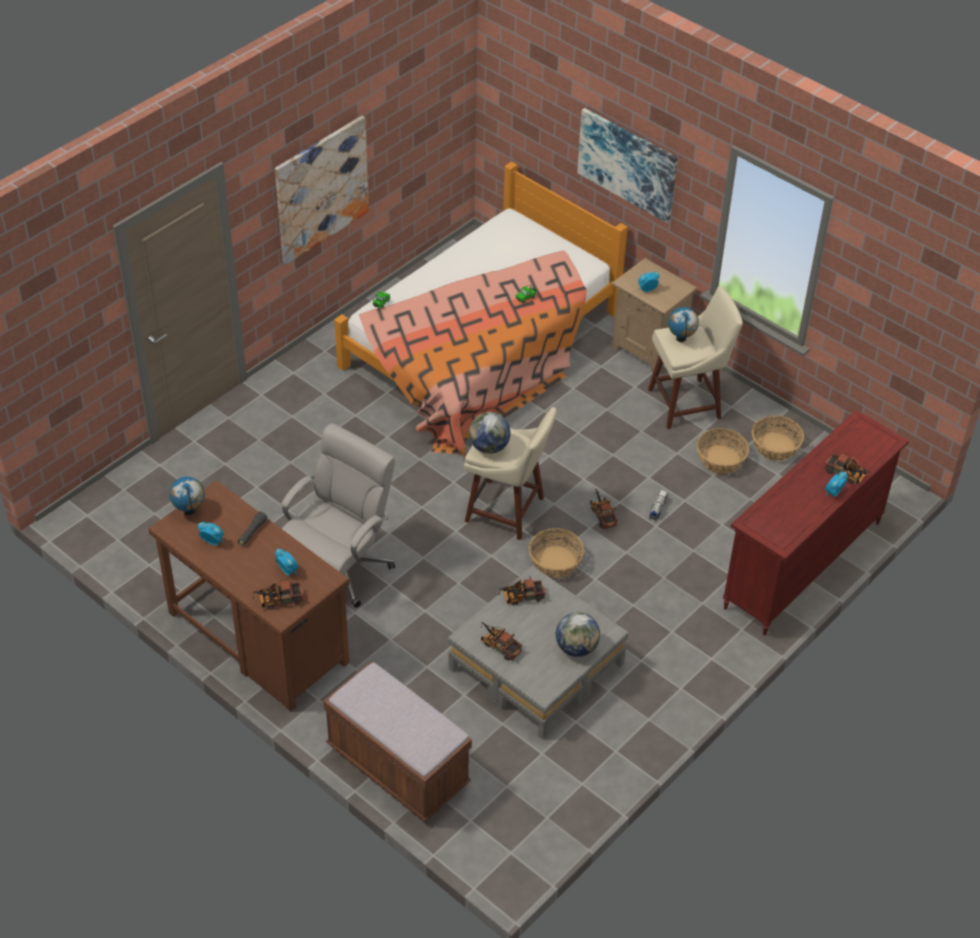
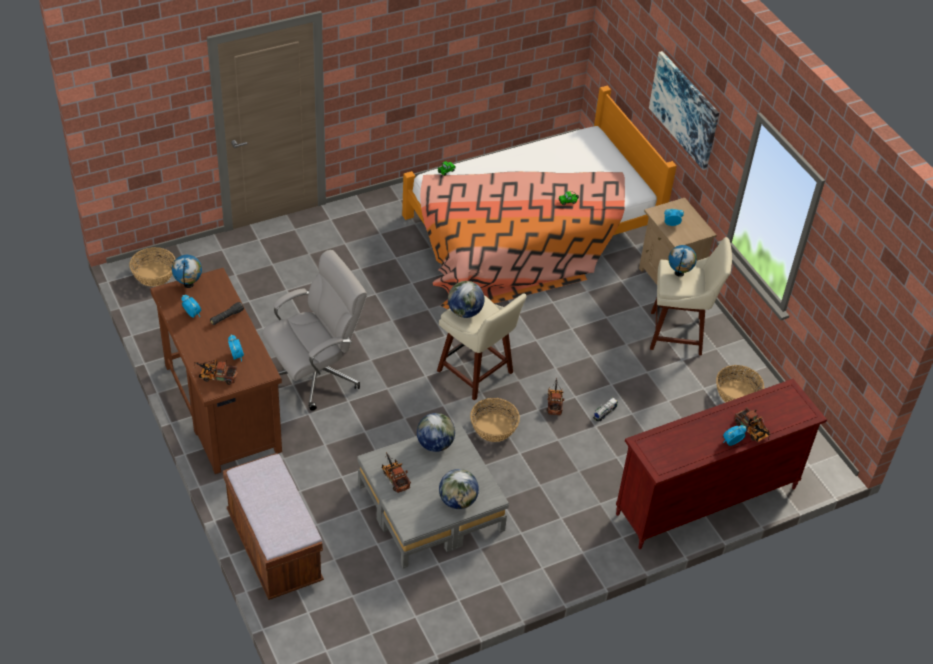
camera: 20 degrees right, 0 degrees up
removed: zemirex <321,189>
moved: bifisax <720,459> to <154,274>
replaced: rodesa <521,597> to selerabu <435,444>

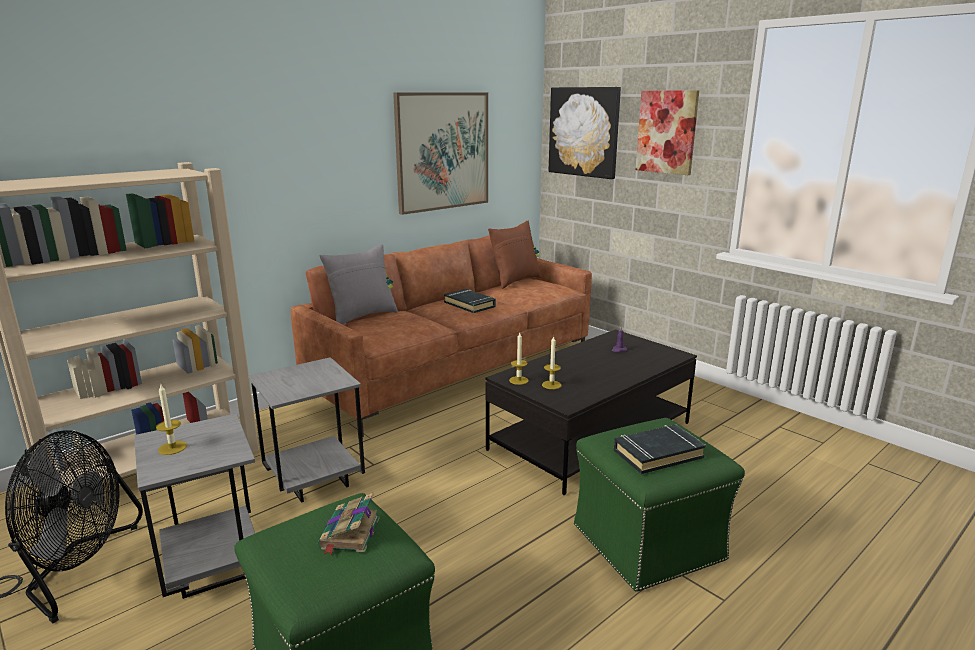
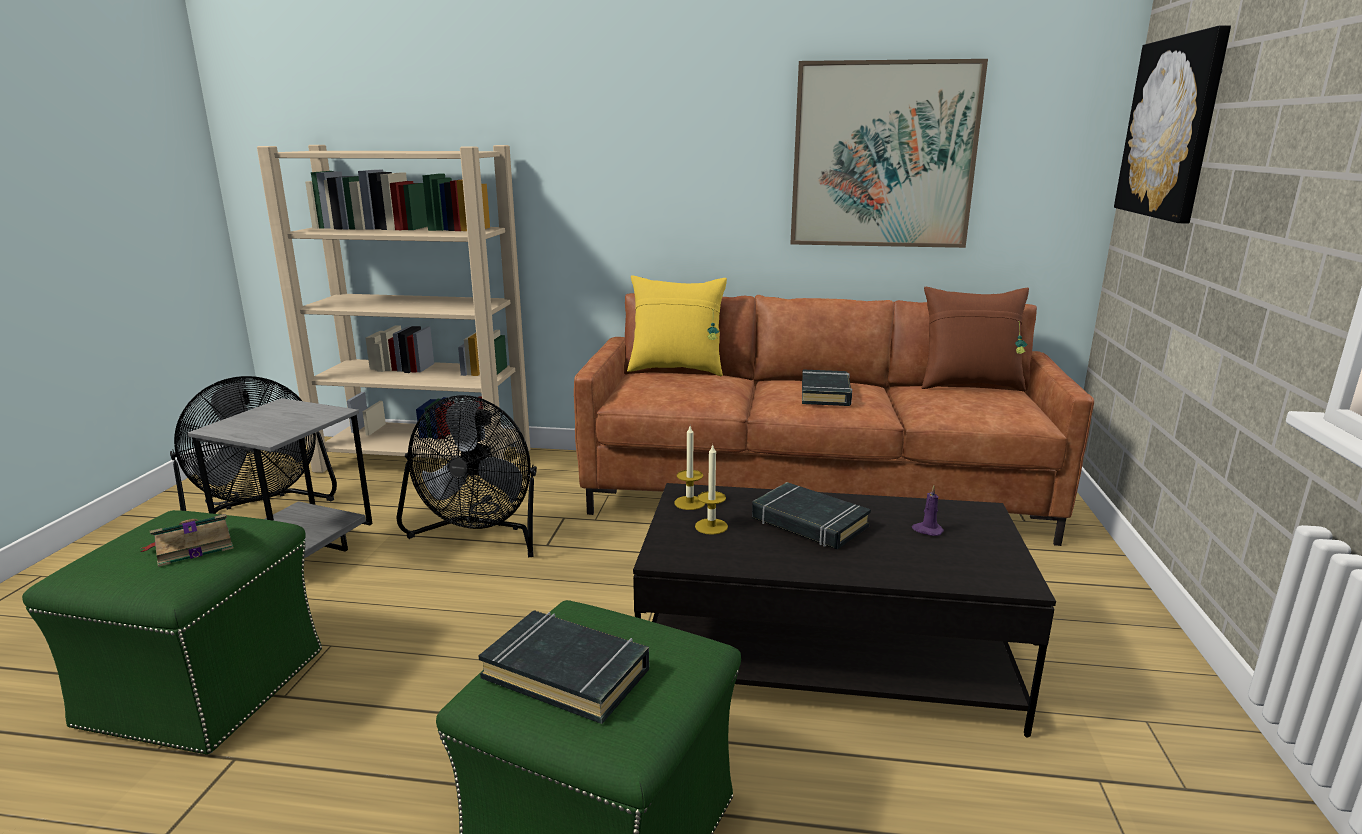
camera: 50 degrees right, 0 degrees up
removed: zemirex <666,132>; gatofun <172,448>
added: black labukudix <809,523>
replaced: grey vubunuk <314,482> to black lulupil <478,533>
recoloured: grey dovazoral <362,317> to yellow dovazoral <676,370>

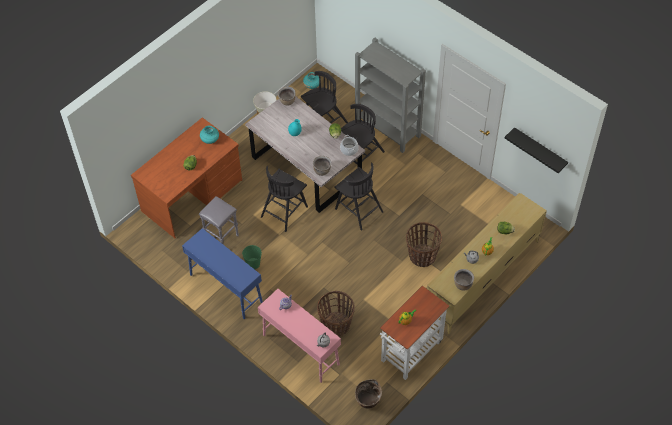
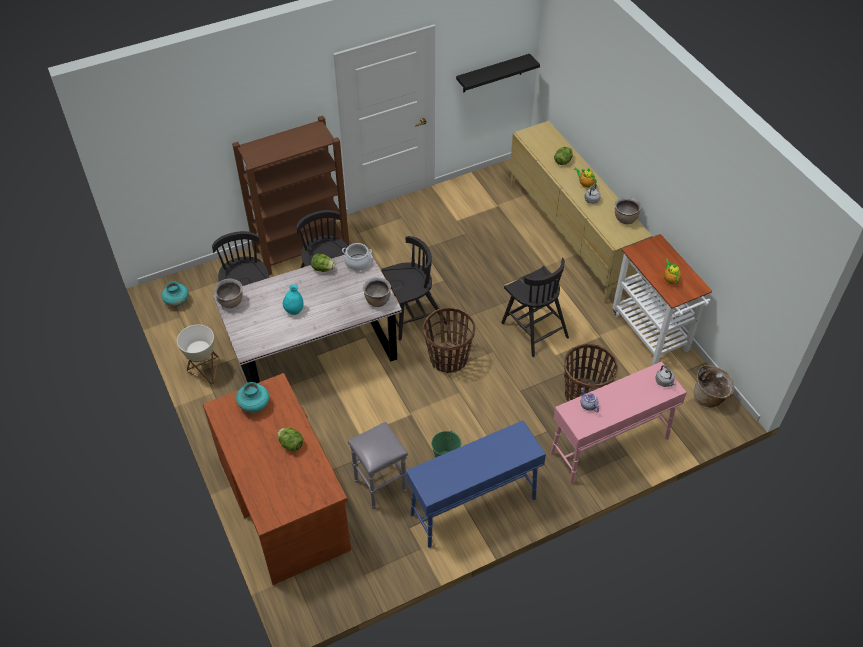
camera: 70 degrees left, 5 degrees down
moved: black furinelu <285,211> to <533,329>; bifisax <422,256> to <448,358>
recoloured: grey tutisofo <388,128> to brown tutisofo <301,248>

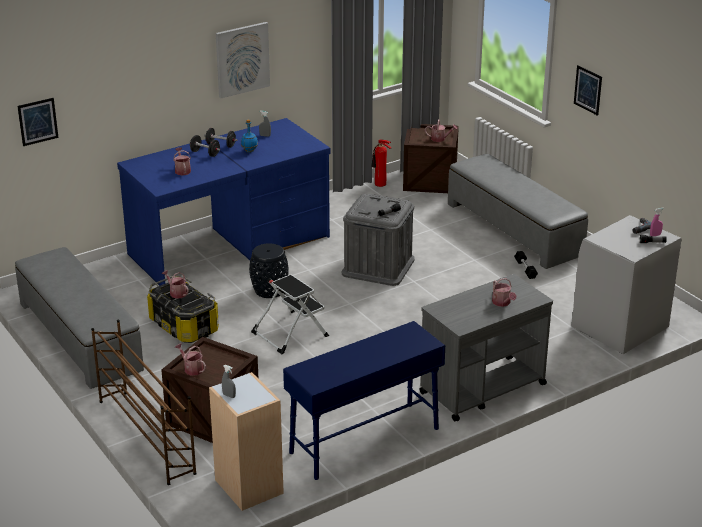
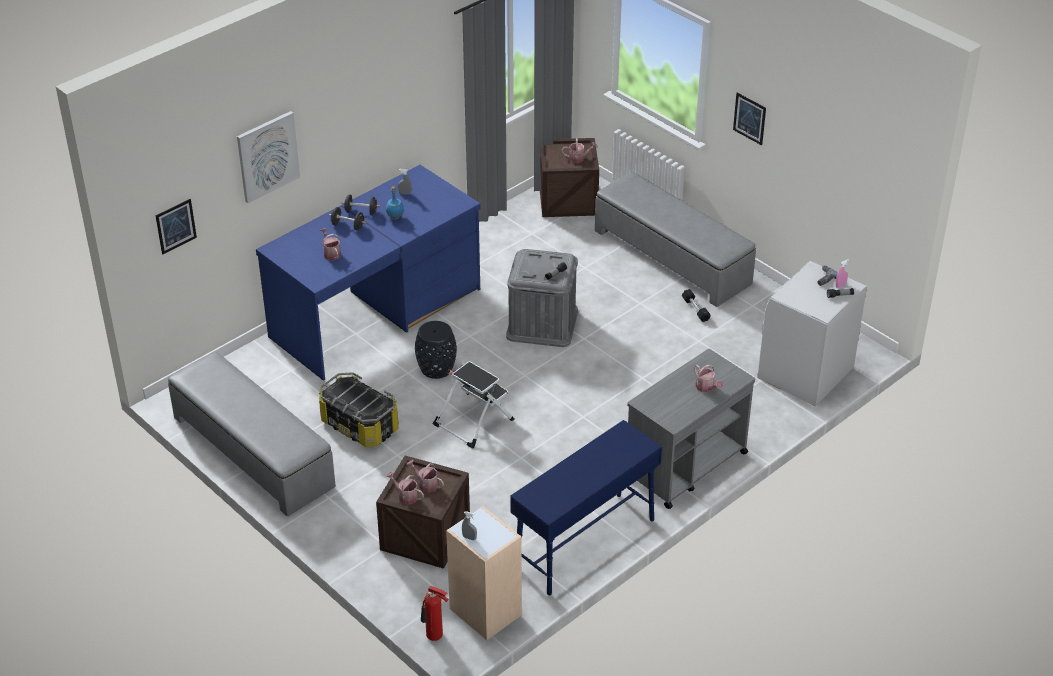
camera: 10 degrees left, 10 degrees up
removed: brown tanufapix <146,436>
moved: zemirex <242,59> to <267,156>; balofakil <380,184> to <434,636>; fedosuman <176,293> to <426,484>

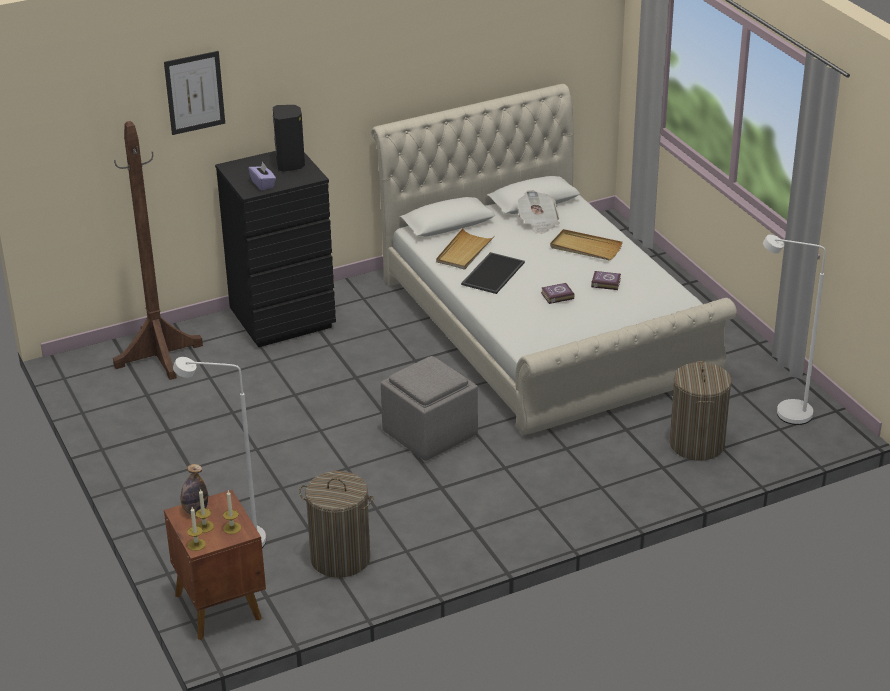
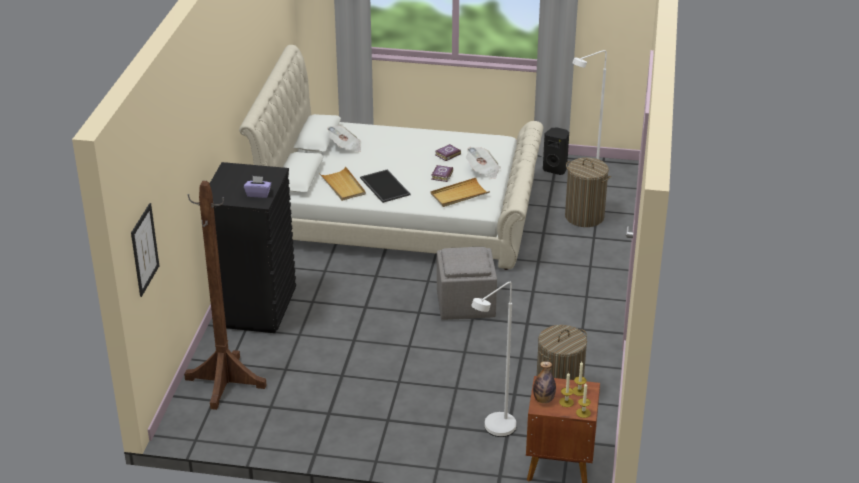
camera: 55 degrees left, 0 degrees up
added: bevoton <483,171>
moved: zemirex <194,92> to <144,249>; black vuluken <290,164> to <555,169>; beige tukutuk <585,248> to <459,194>

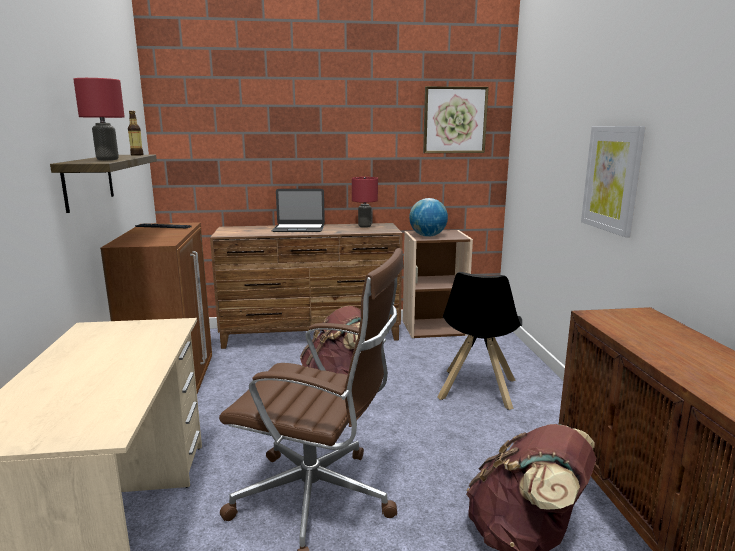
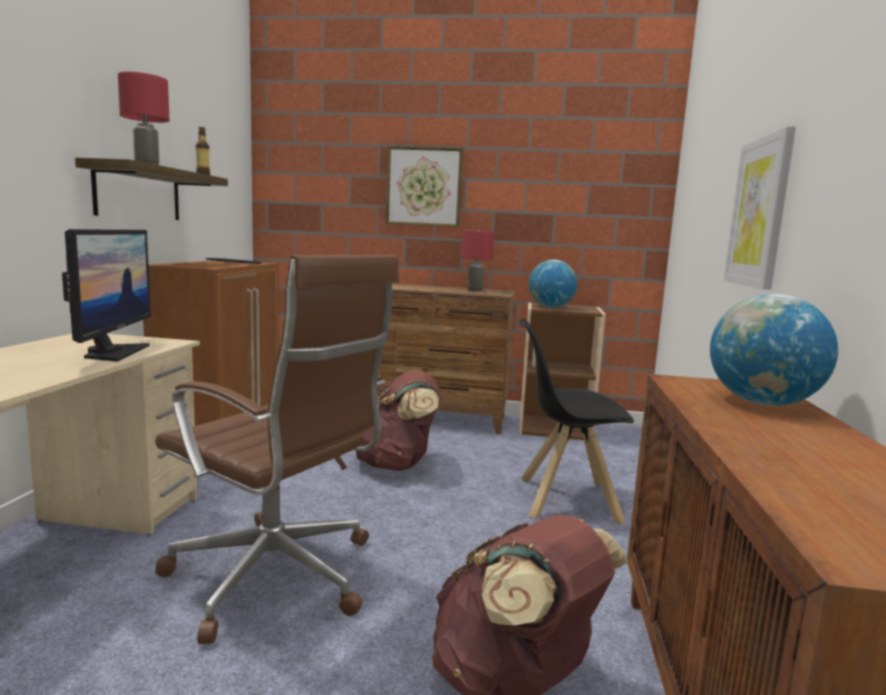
camera: 15 degrees right, 5 degrees down
removed: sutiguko <298,228>
added: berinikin <113,352>; selerabu <762,403>
moved: zemirex <454,120> to <424,187>
turned: black furinelu <476,390> = <564,499> 60 degrees clockwise

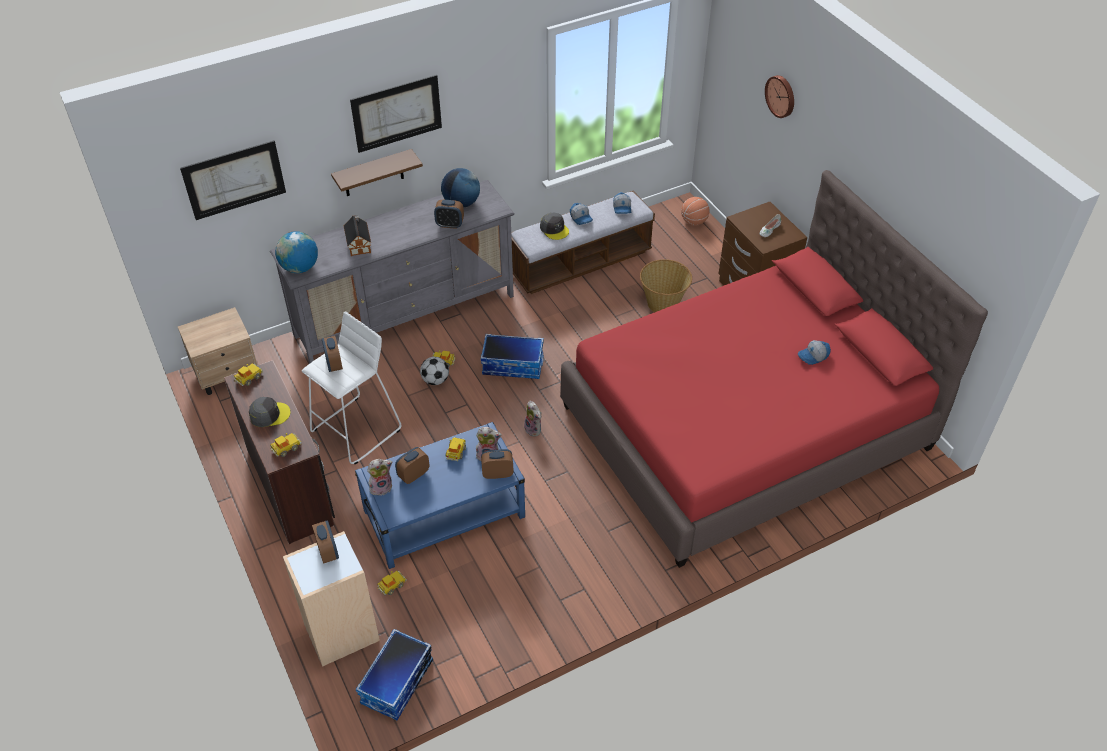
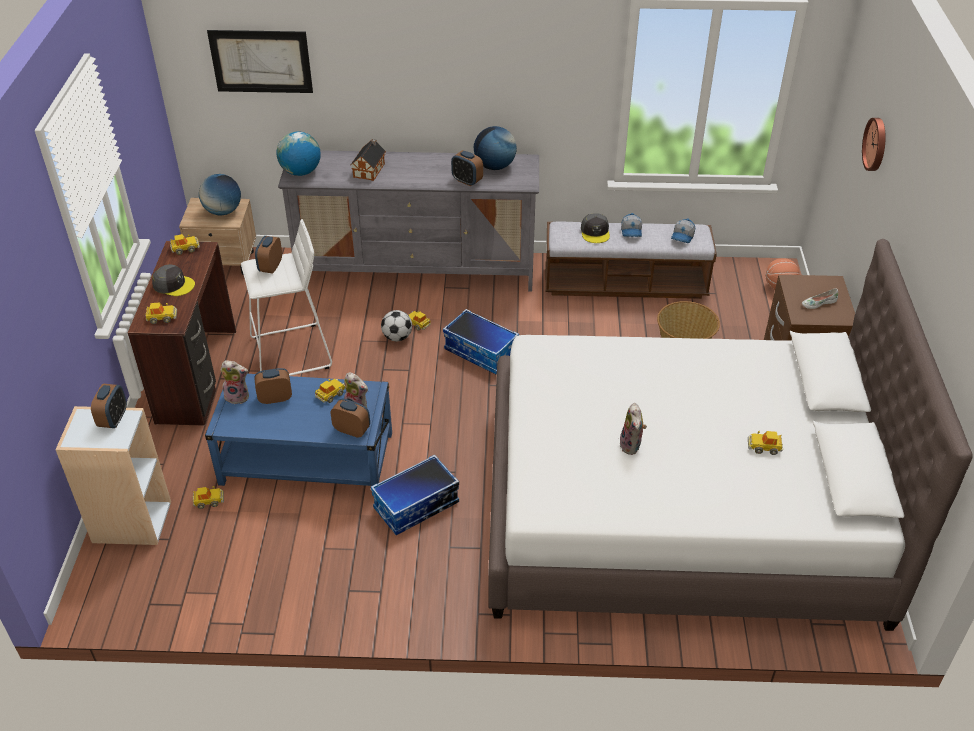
camera: 30 degrees right, 5 degrees down
removed: zemirex <397,113>; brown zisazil <373,173>
added: selerabu <223,211>
moved: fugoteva <534,429> to <632,446>; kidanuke <397,683> to <416,506>
replaced: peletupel <813,356> to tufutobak <764,447>
recoloured: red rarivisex <745,427> to white rarivisex <679,509>

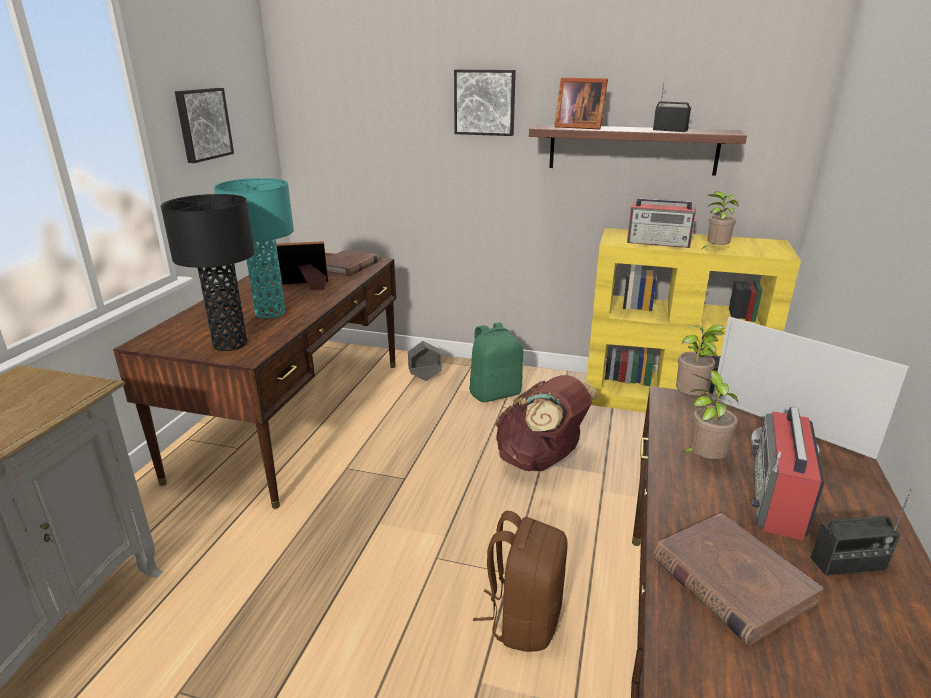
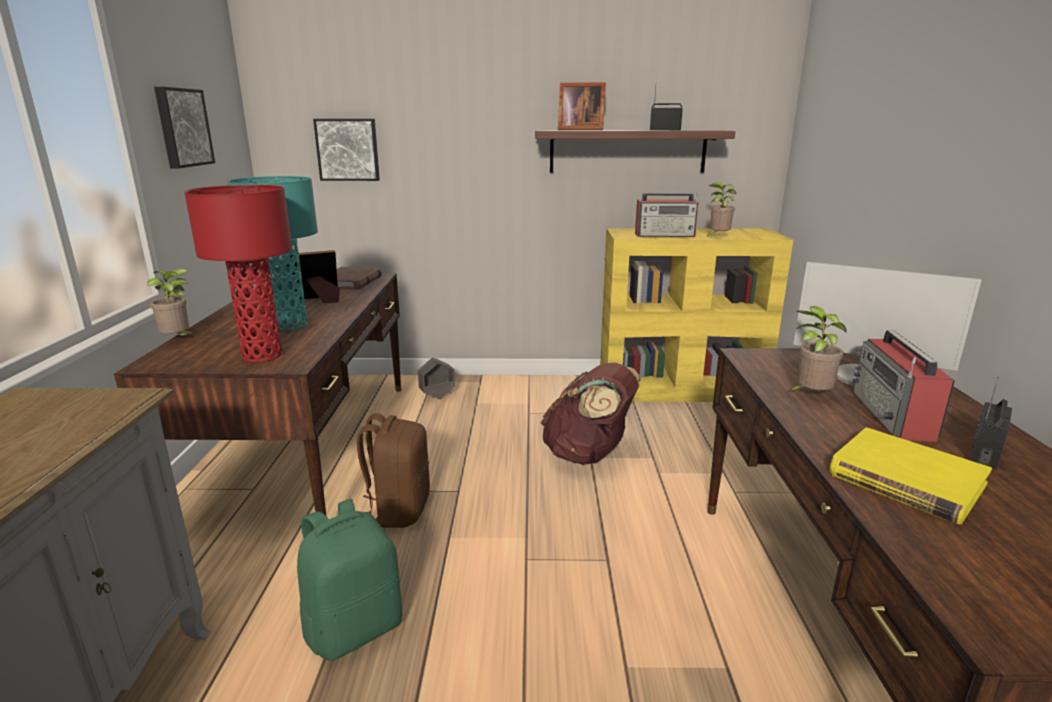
camera: 15 degrees left, 5 degrees down
moved: zemirex <485,102> to <348,149>; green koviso <495,393> to <354,628>; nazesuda <691,399> to <179,340>; brown koviso <523,619> to <398,509>
recoloured: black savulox <229,344> to red savulox <261,356>; brown labukudix <730,580> to yellow labukudix <905,479>
turned: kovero <848,564> = <984,453> 150 degrees clockwise

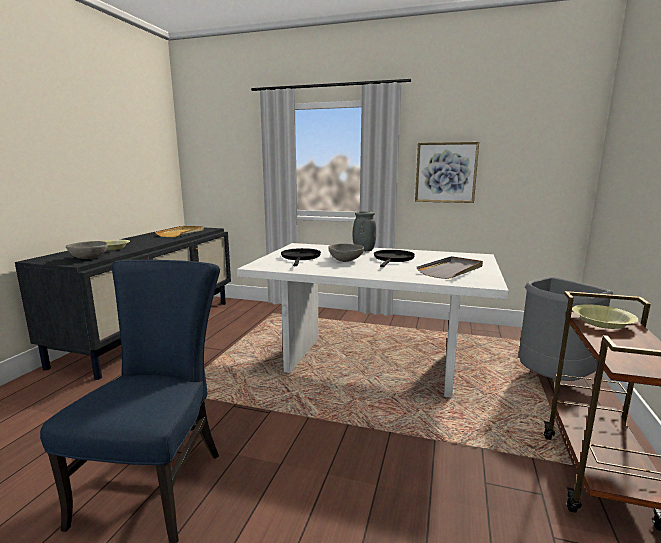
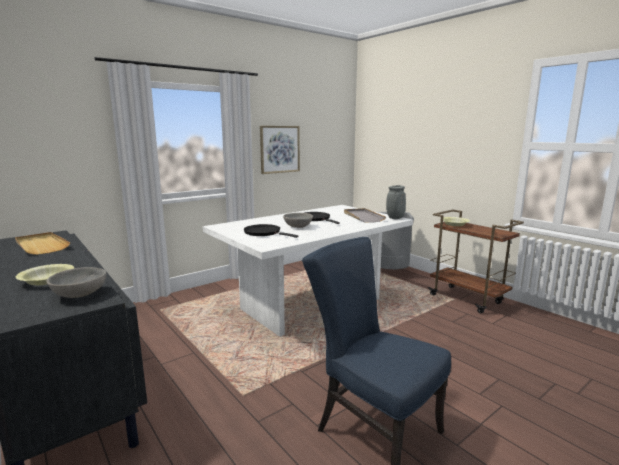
camera: 55 degrees left, 0 degrees up
moved: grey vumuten <363,250> to <395,218>

